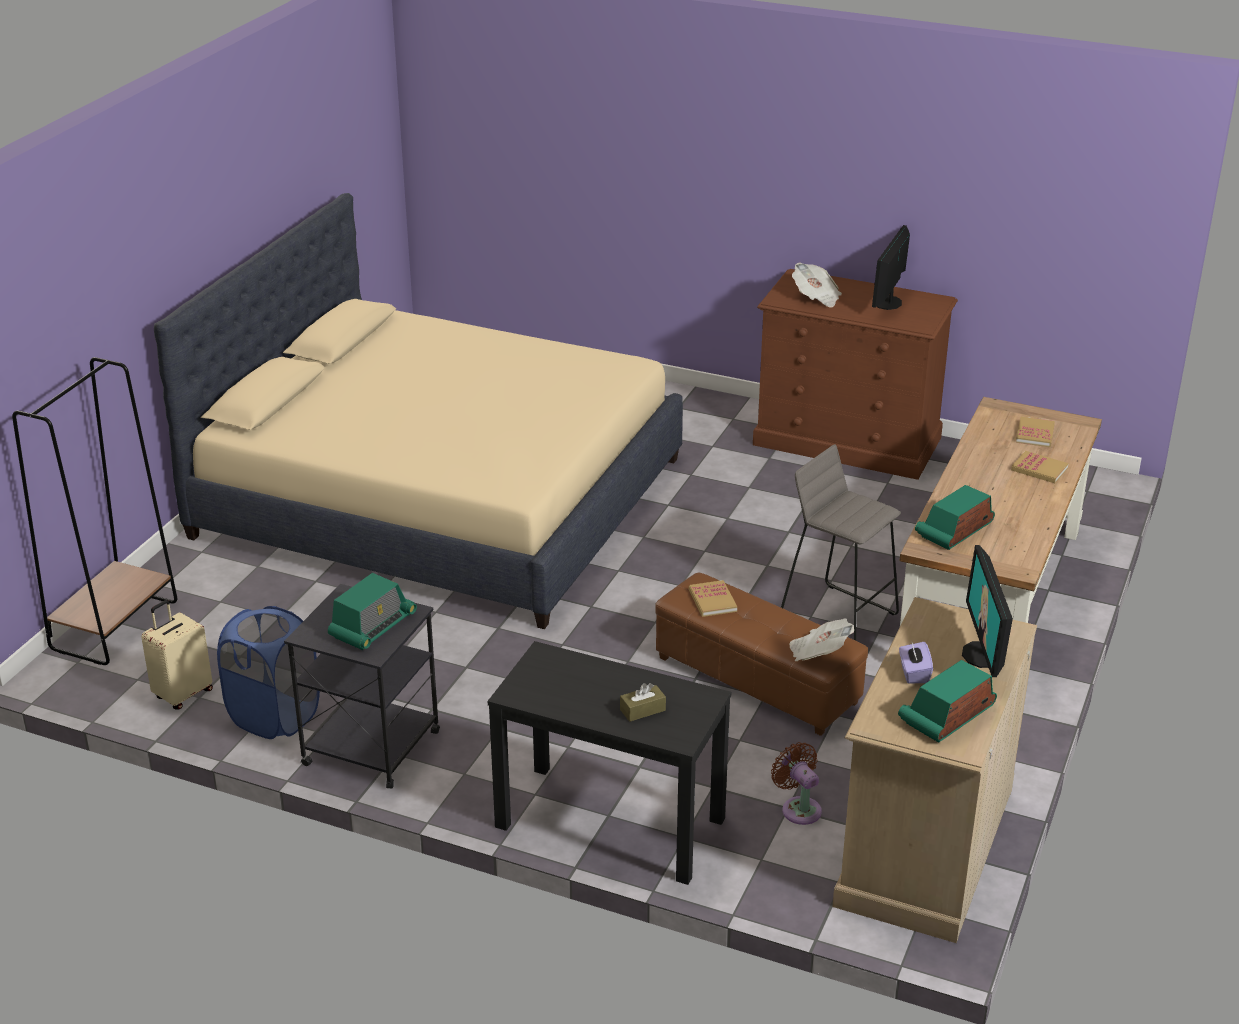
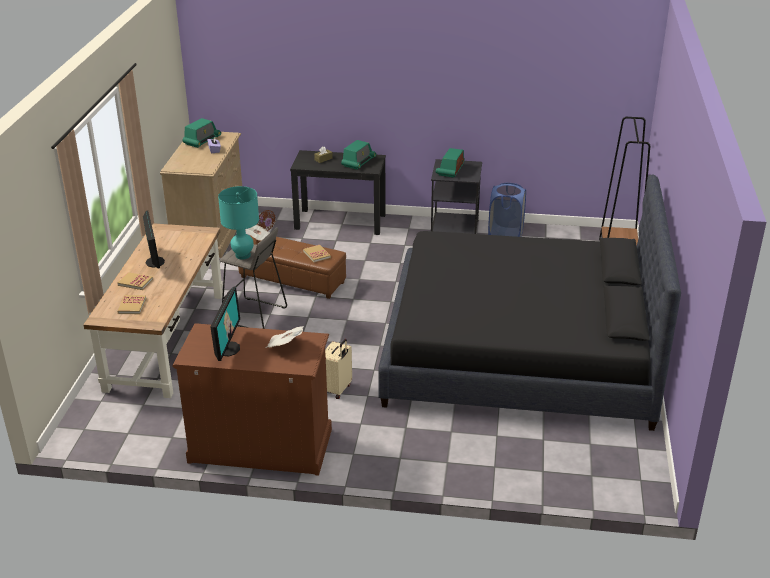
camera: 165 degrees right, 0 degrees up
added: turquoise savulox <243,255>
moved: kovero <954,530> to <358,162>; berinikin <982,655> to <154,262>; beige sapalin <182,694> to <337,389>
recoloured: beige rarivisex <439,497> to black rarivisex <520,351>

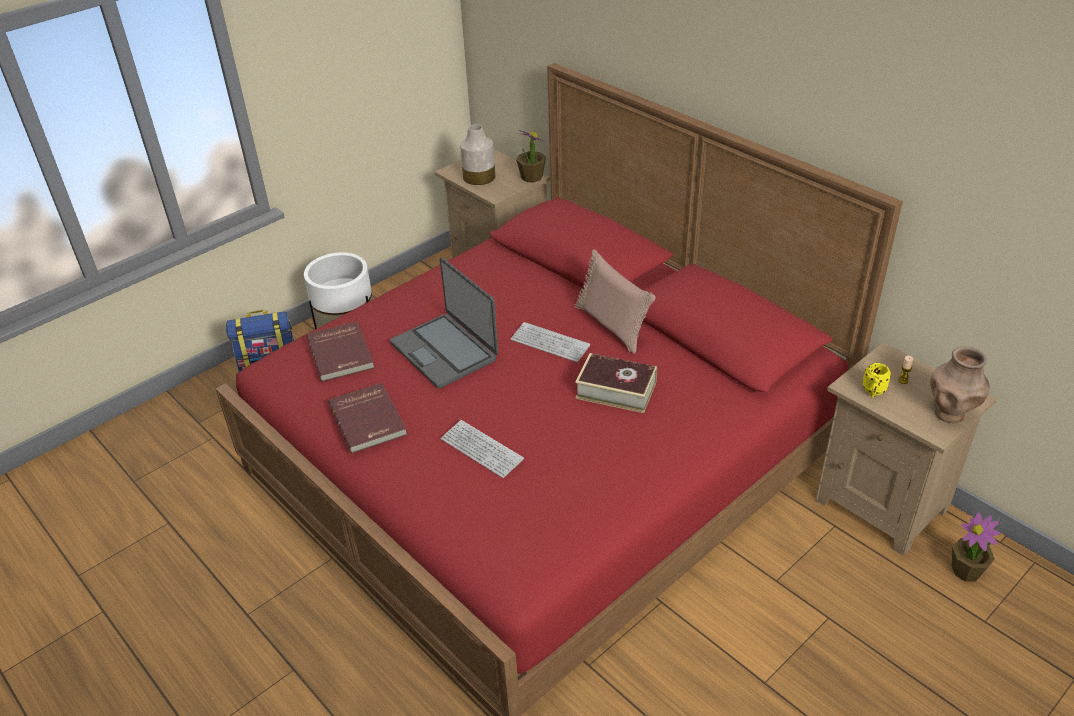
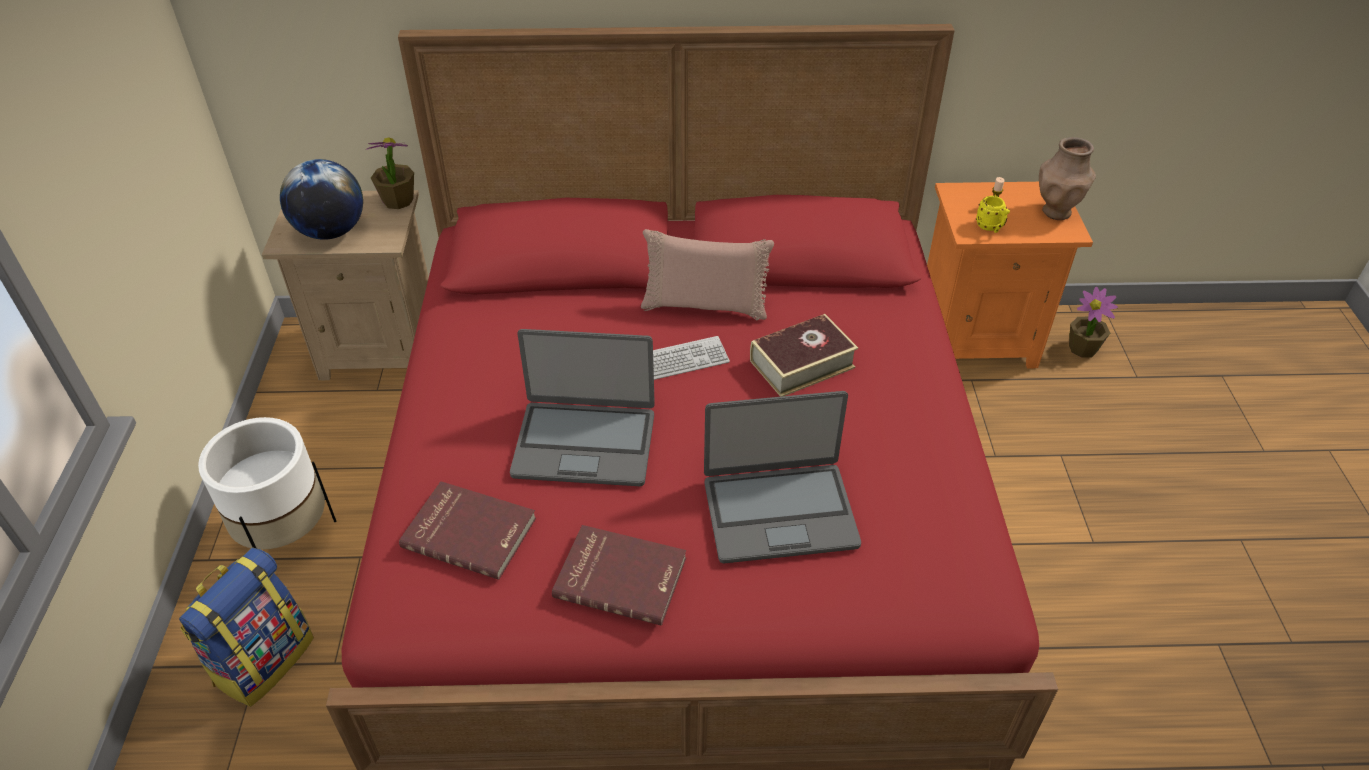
camera: 50 degrees left, 5 degrees up
replaced: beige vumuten <478,176> to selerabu <331,232>; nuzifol <481,450> to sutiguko <779,512>
recoloured: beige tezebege <881,507> to orange tezebege <978,341>

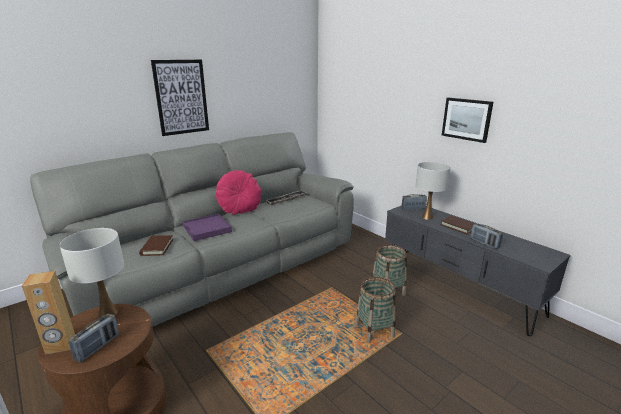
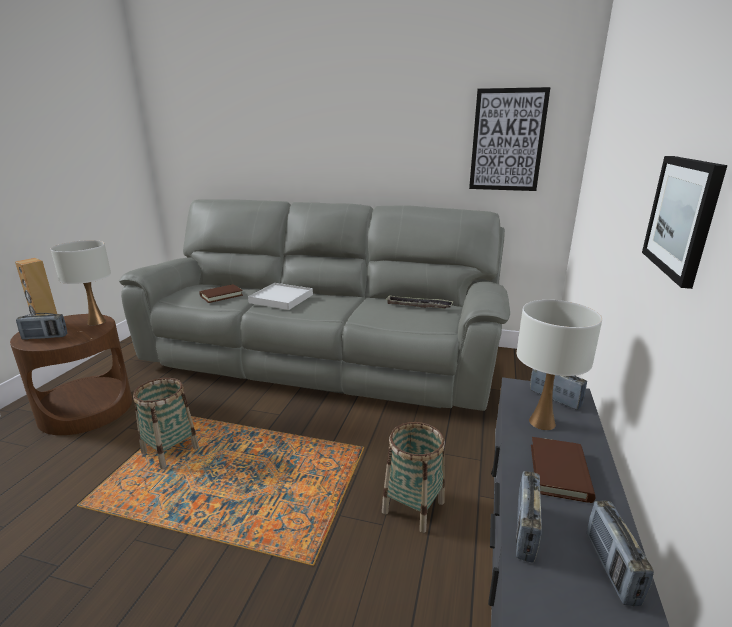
camera: 55 degrees right, 0 degrees up
removed: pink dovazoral <240,211>
added: kovero <611,568>
moved: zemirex <181,97> to <507,140>; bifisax <374,330> to <170,451>
recoloured: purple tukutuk <207,229> to white tukutuk <281,299>

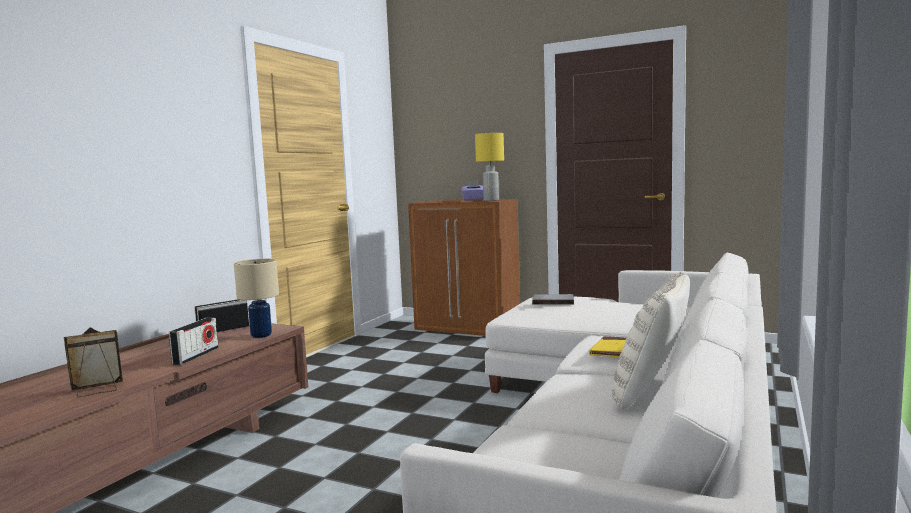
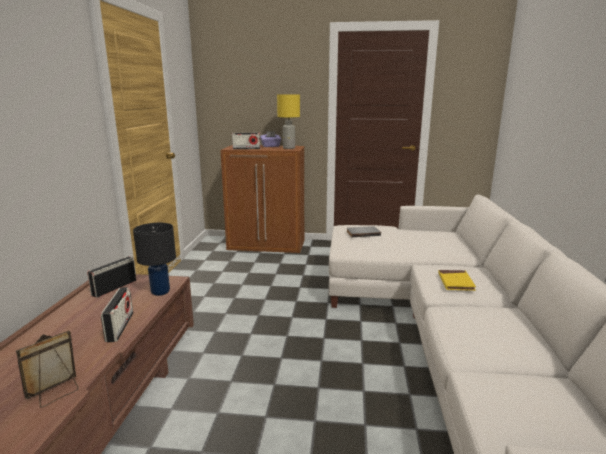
camera: 20 degrees left, 10 degrees up
removed: beige dovazoral <652,393>
added: kovero <246,148>
recoloured: beige savulox <262,335> to black savulox <161,292>

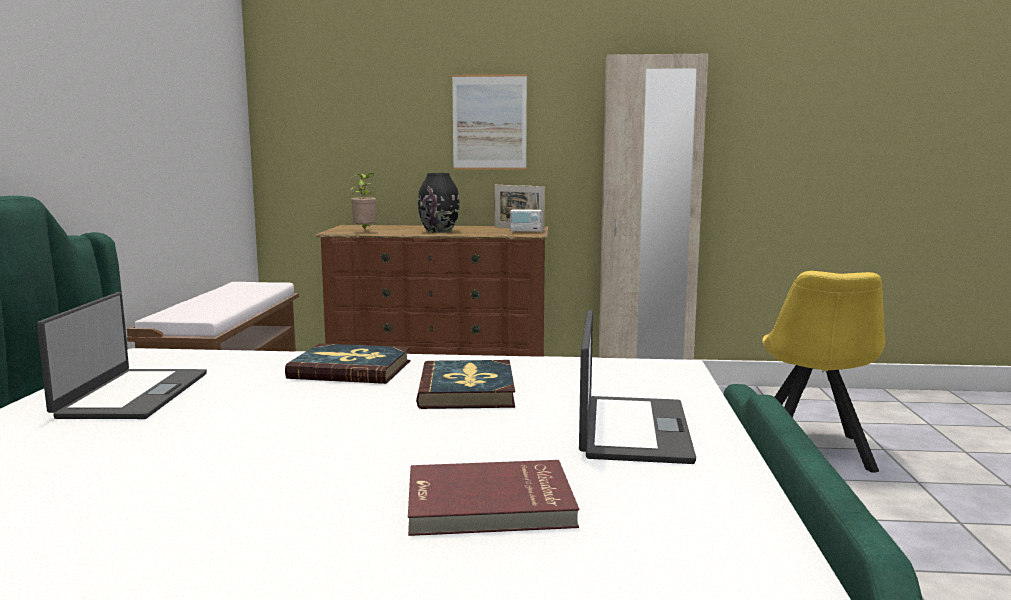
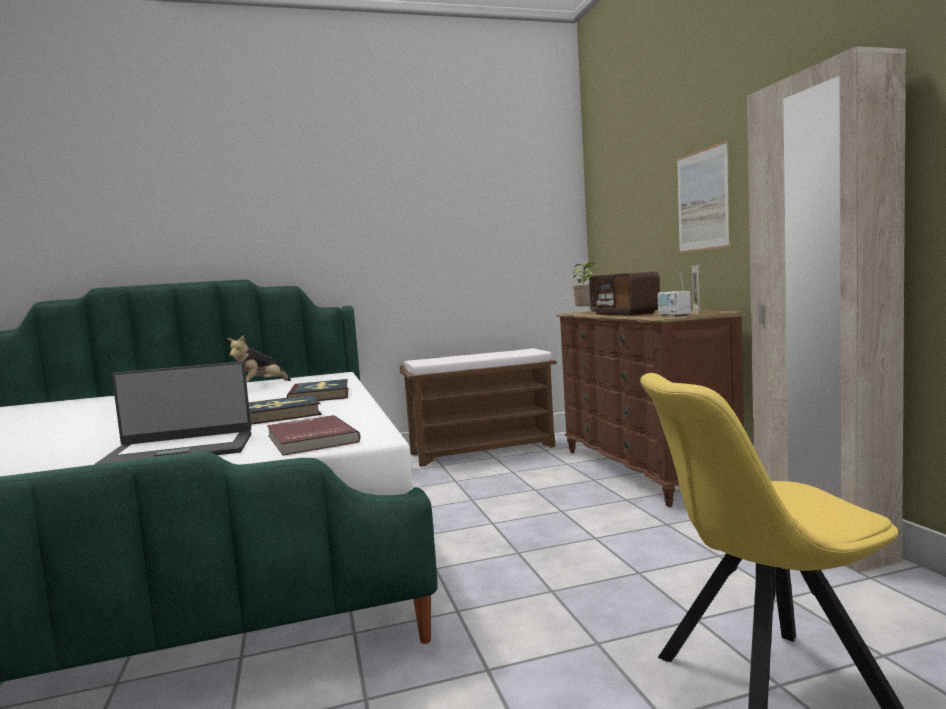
camera: 70 degrees right, 5 degrees down
moved: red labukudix <489,505> to <310,439>
replaced: black vumuten <439,231> to kovero <624,313>; sutiguko <132,395> to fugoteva <260,386>

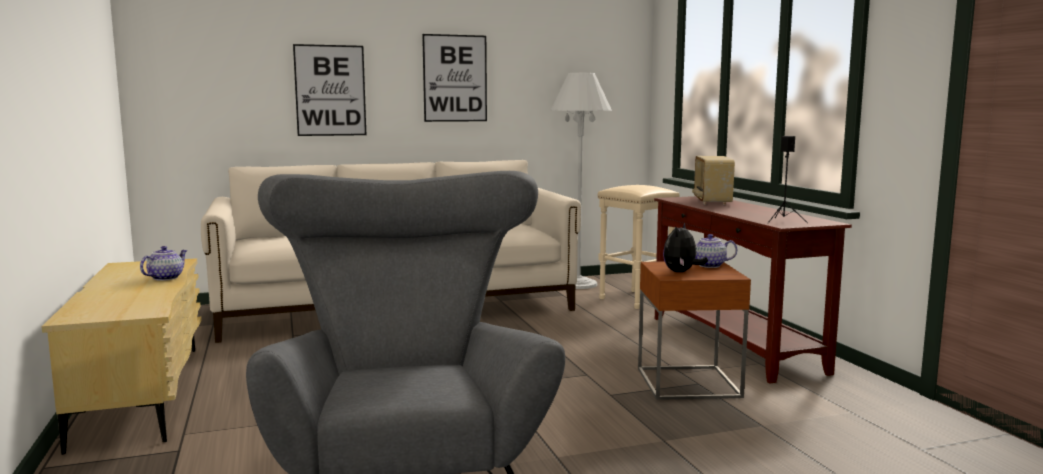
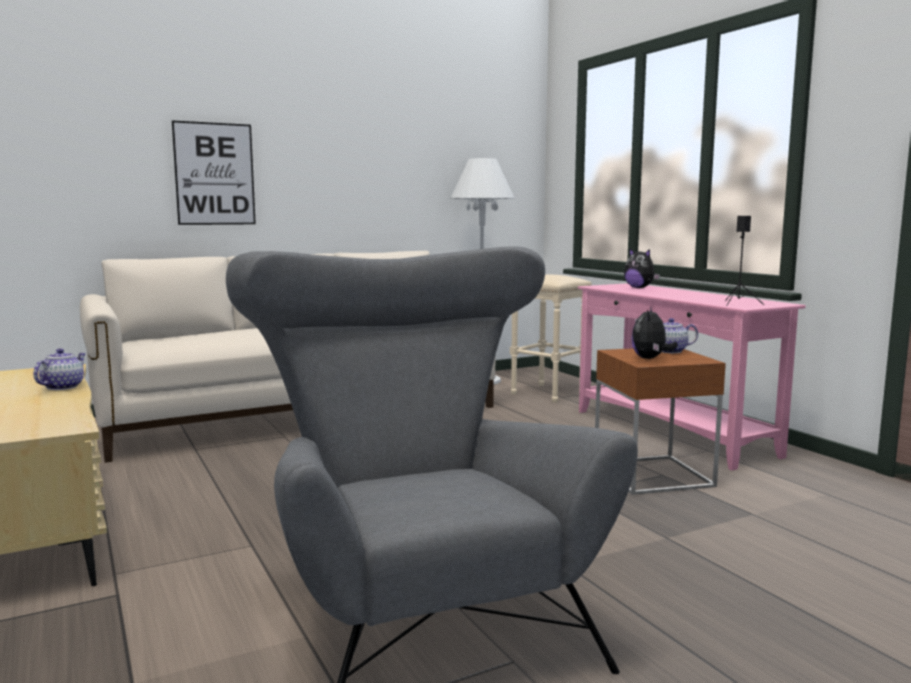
camera: 10 degrees left, 0 degrees up
removed: zemirex <455,78>
replaced: kovero <711,201> to fugoteva <639,288>
recoloured: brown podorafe <735,344> to pink podorafe <673,433>

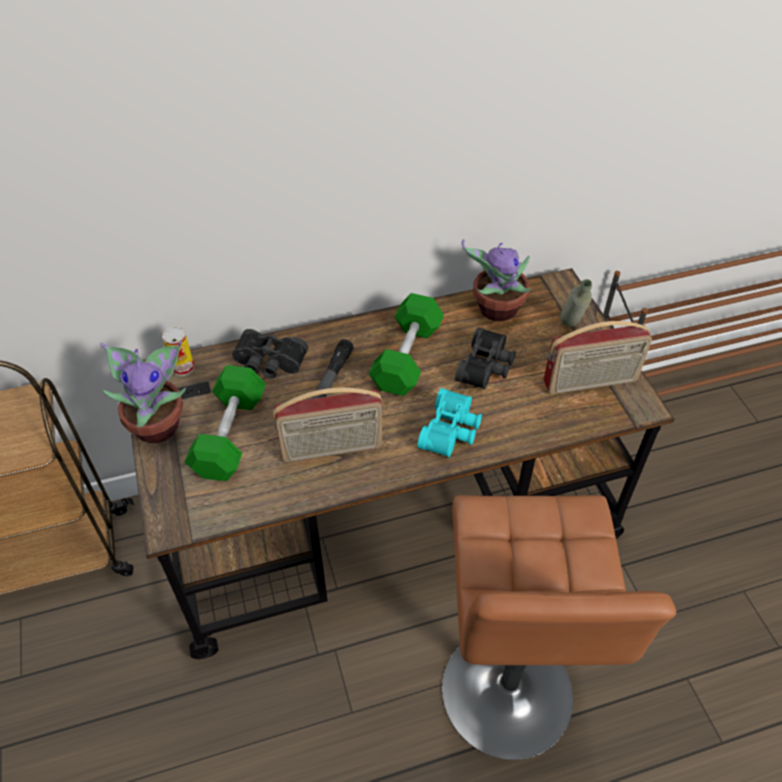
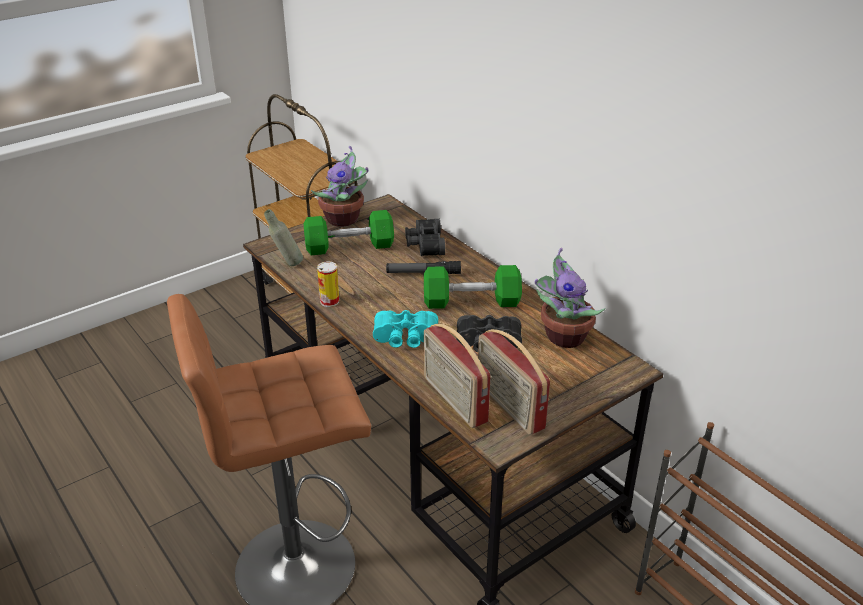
camera: 70 degrees right, 15 degrees down
moved: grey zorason <570,328> to <287,265>; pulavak <183,367> to <329,301>; kovero <331,449> to <453,400>

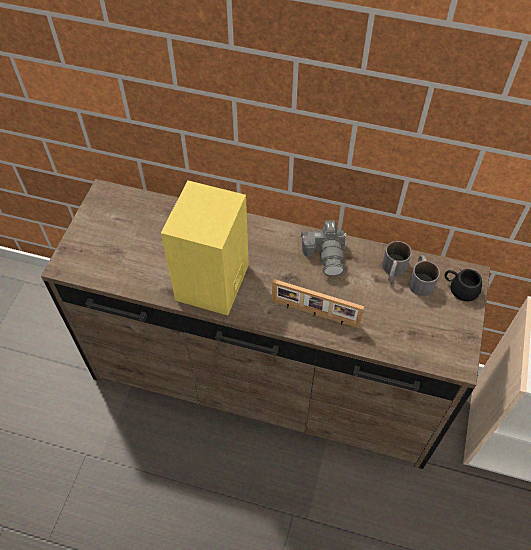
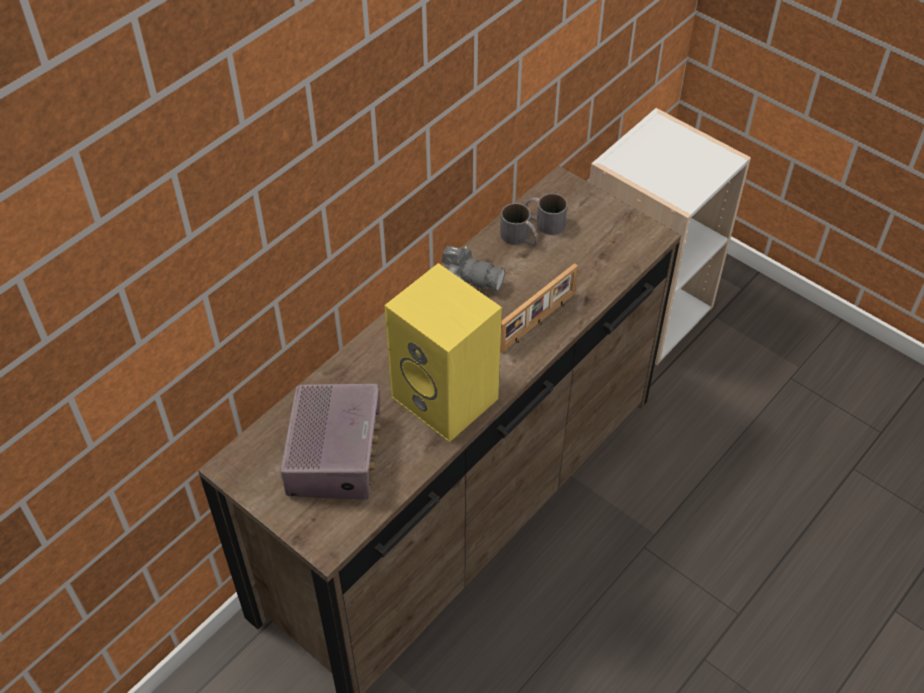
camera: 65 degrees left, 5 degrees down
removed: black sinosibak <461,285>
added: kovero <335,454>

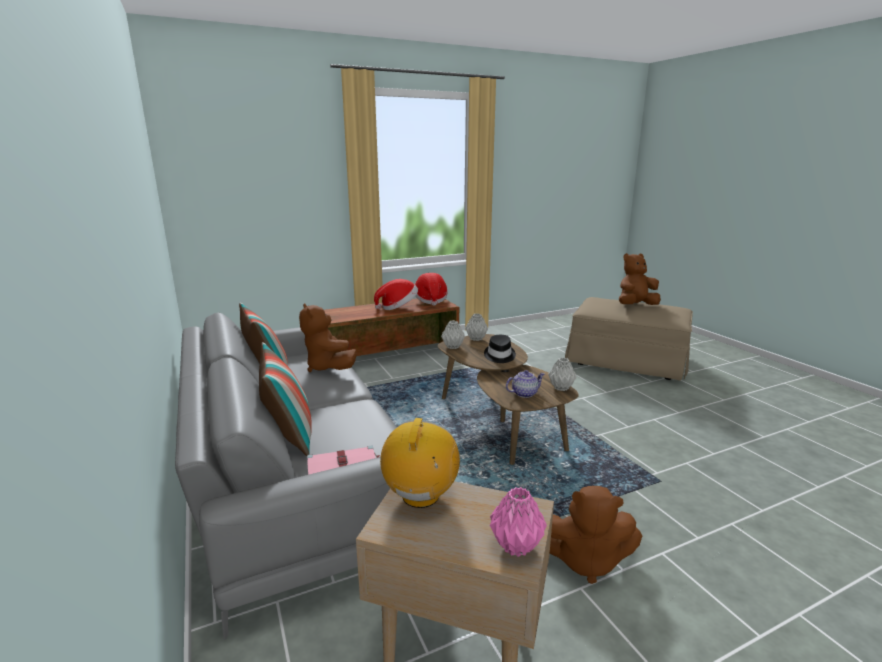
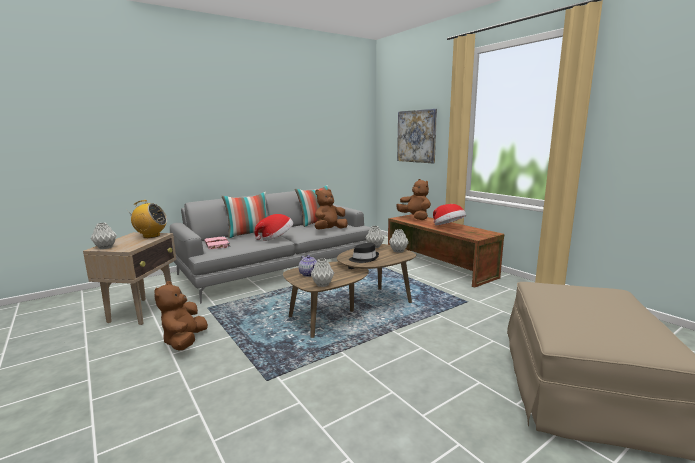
camera: 80 degrees right, 5 degrees down
added: zemirex <416,136>
moved: brown fugoteva <635,306> to <415,218>; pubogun <431,300> to <276,238>
recoloured: pink vumuten <516,545> to grey vumuten <106,247>

